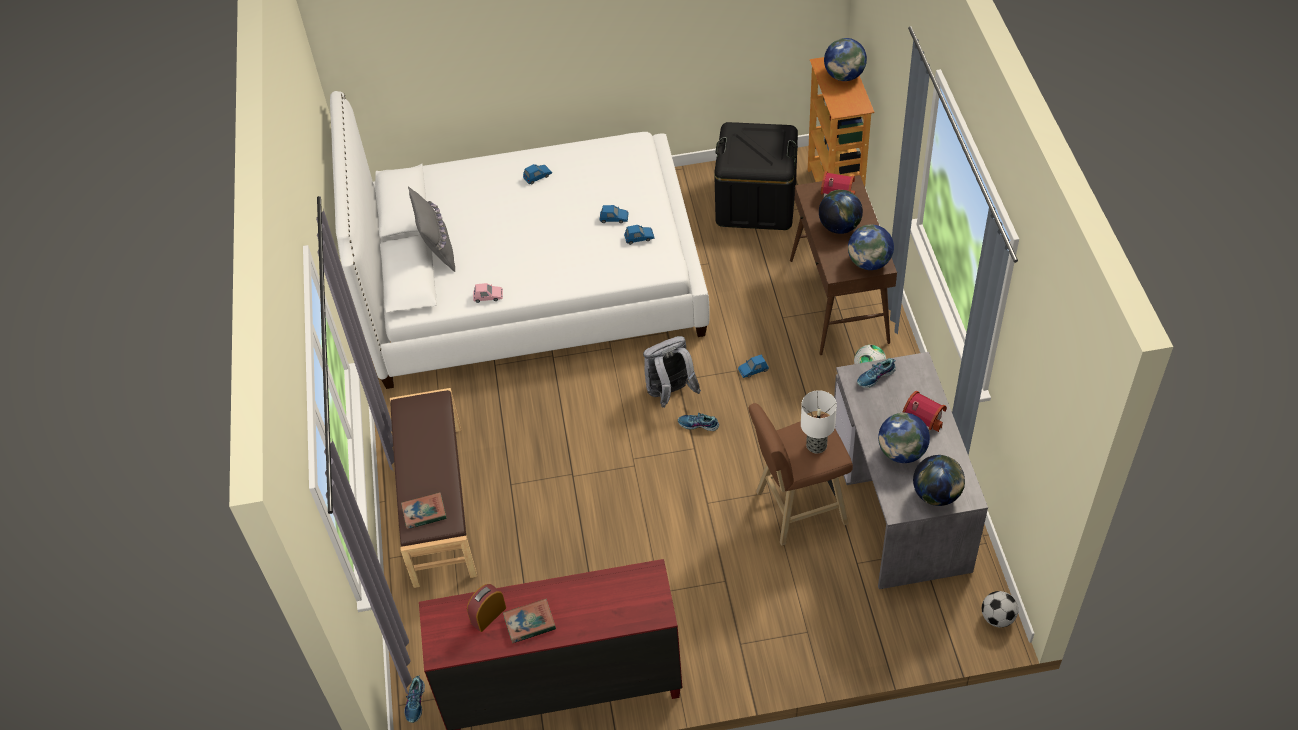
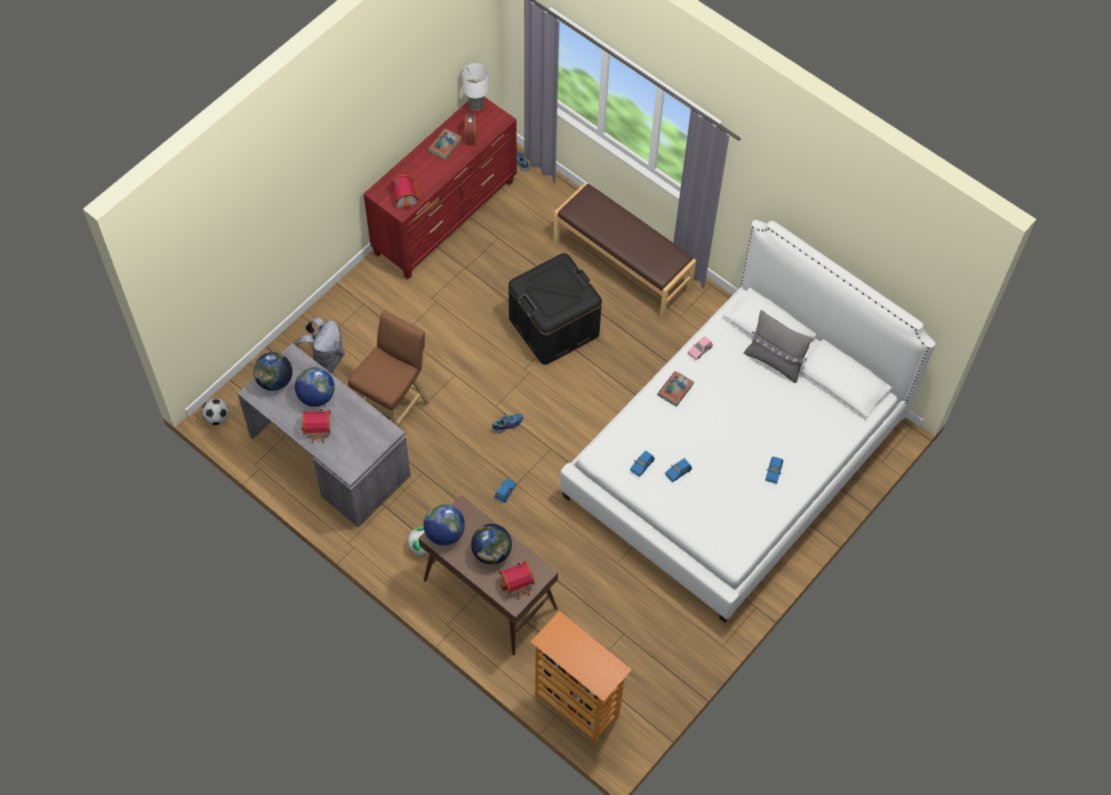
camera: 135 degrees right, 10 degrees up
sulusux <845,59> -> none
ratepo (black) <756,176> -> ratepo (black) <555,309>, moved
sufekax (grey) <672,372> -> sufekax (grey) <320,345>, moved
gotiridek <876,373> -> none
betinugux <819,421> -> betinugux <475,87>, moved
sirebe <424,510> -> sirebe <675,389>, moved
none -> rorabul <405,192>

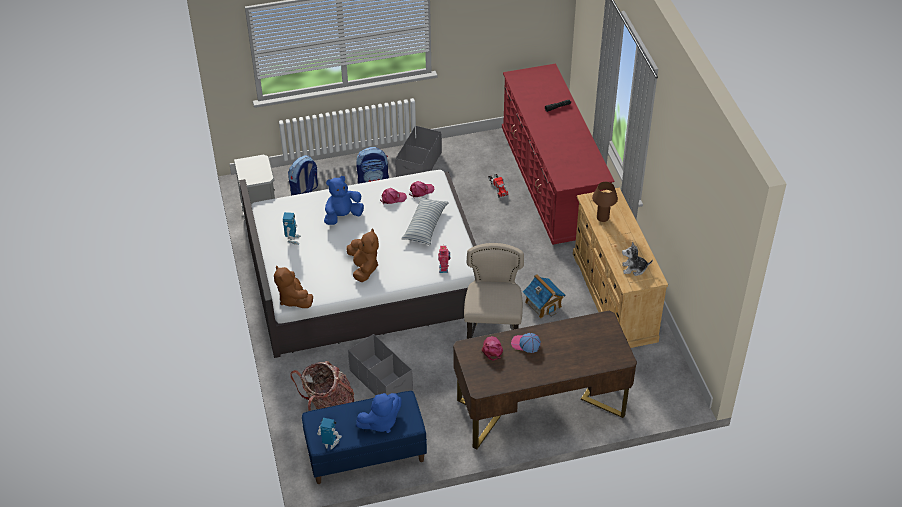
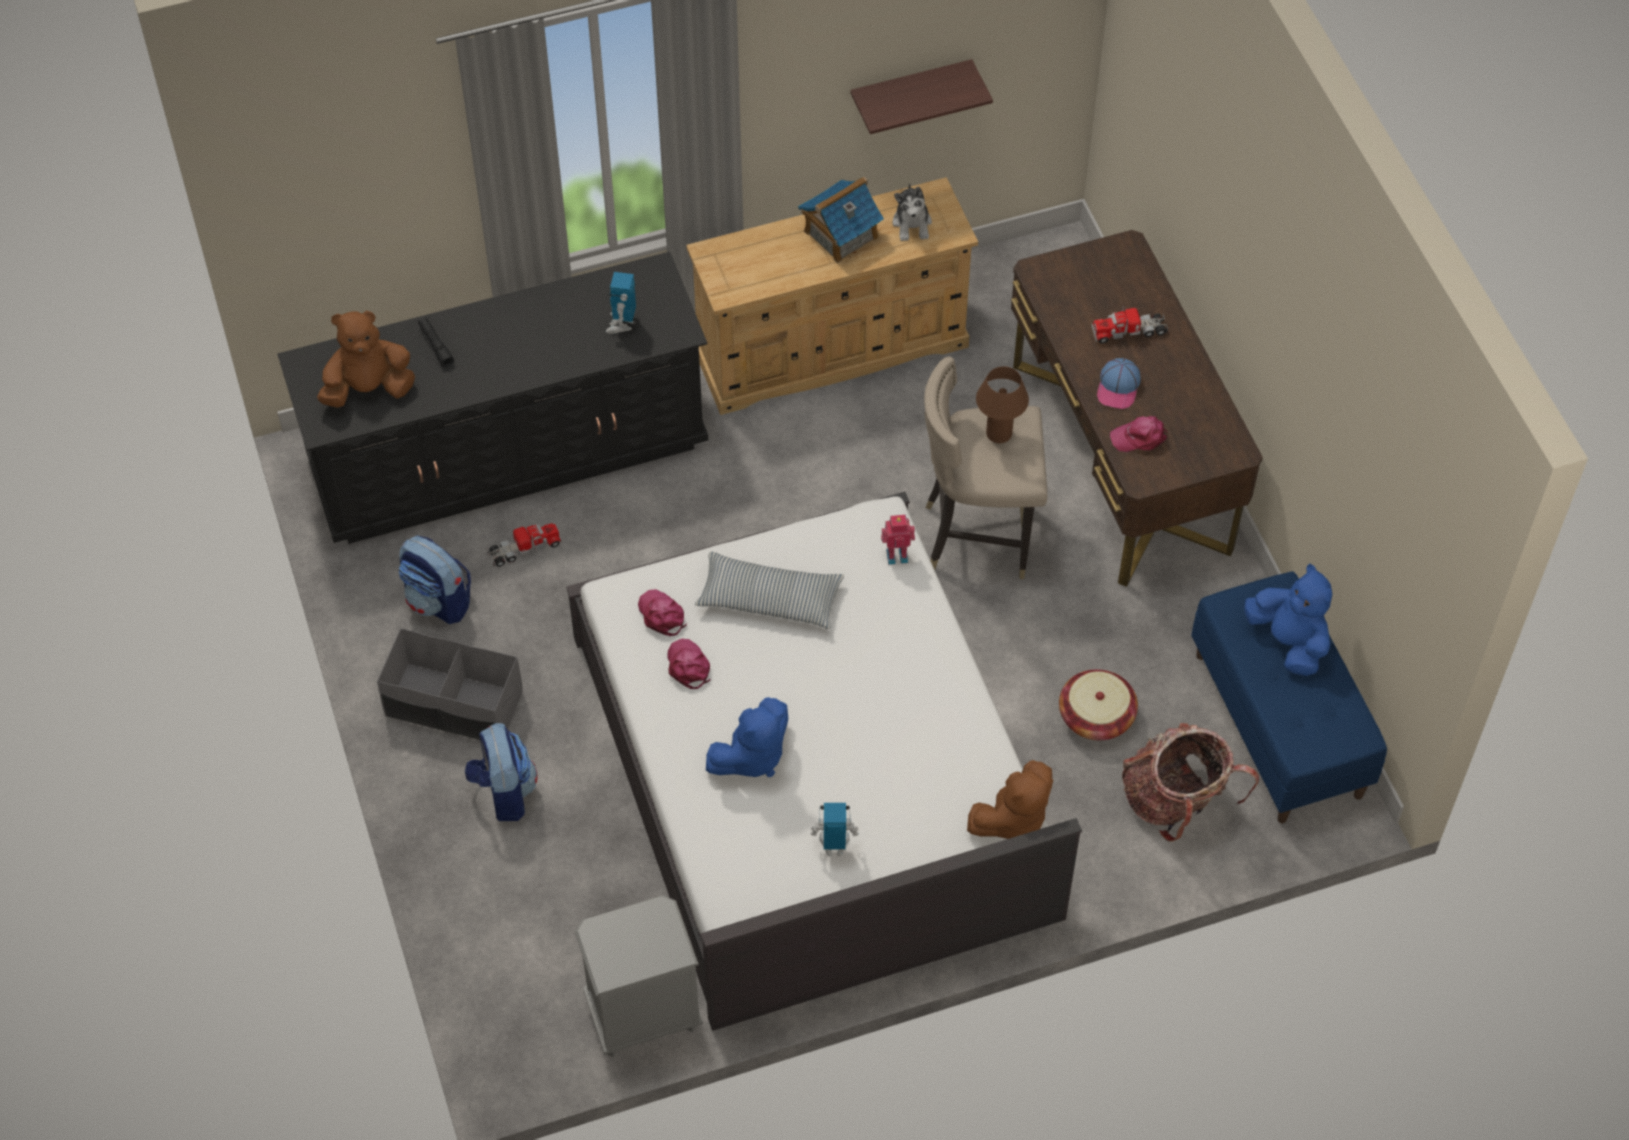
camera: 95 degrees left, 10 degrees up
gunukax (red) <558,154> -> gunukax (black) <492,398>
sufekax <303,175> -> sufekax <435,579>, moved
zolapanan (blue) <344,200> -> zolapanan (blue) <747,737>, 90 degrees counterclockwise
betinugux (brown) <605,202> -> betinugux (brown) <1002,404>, moved
zolapanan (brown) <362,255> -> zolapanan (brown) <366,359>, moved
rorabul <544,296> -> rorabul <841,219>, moved
ratepo (grey) <380,365> -> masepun <1098,704>
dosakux <329,434> -> dosakux <620,303>, moved
none -> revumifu <921,96>
none -> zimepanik <1130,324>

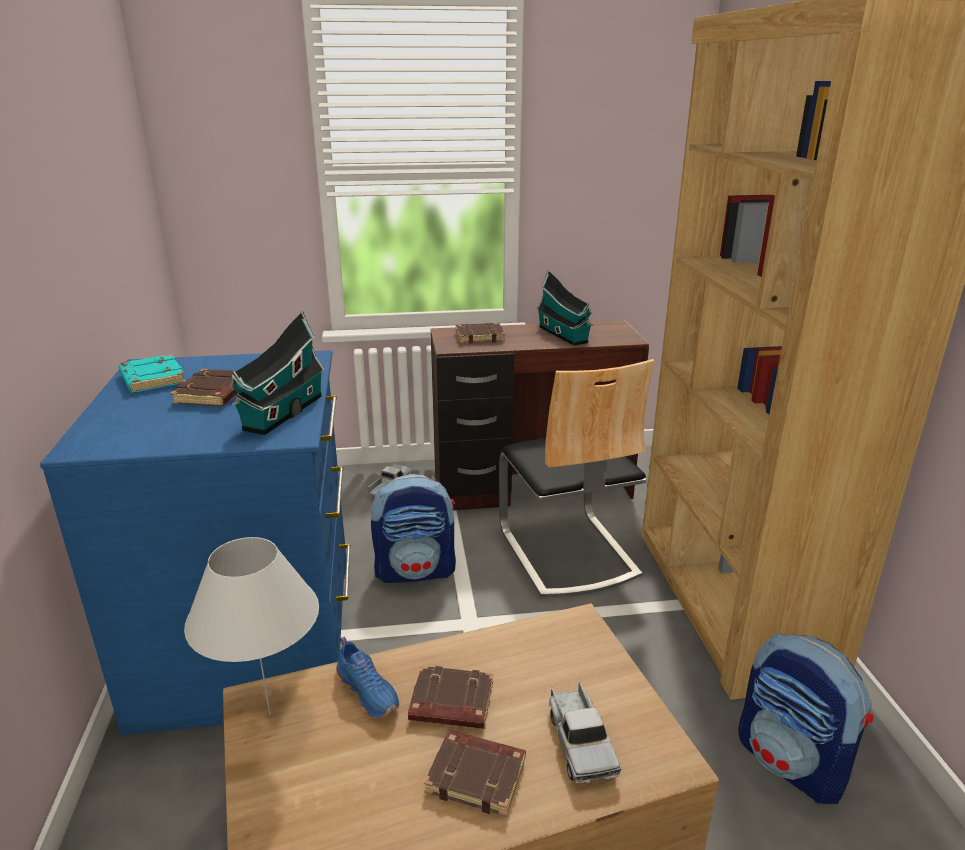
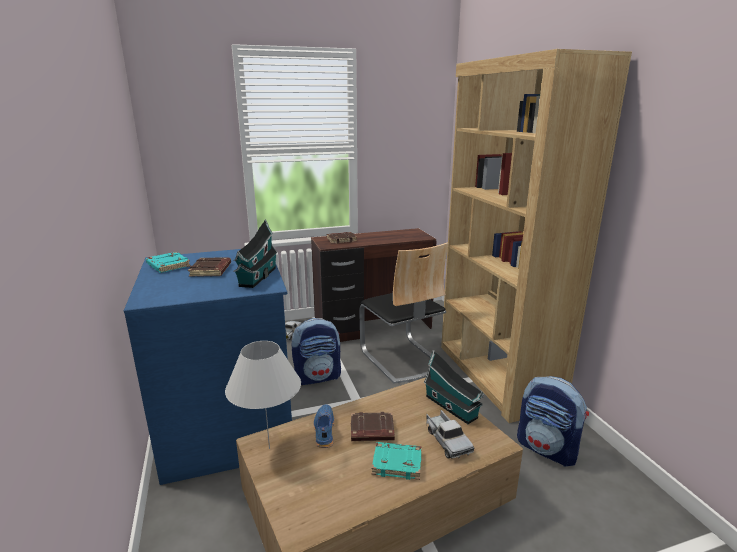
camera: 10 degrees left, 5 degrees down
rorabul <565,308> -> rorabul <454,387>, moved
gotiridek (blue) <367,678> -> gotiridek (blue) <324,426>, 135 degrees counterclockwise
sirebe (brown) <475,773> -> sirebe (turquoise) <396,461>

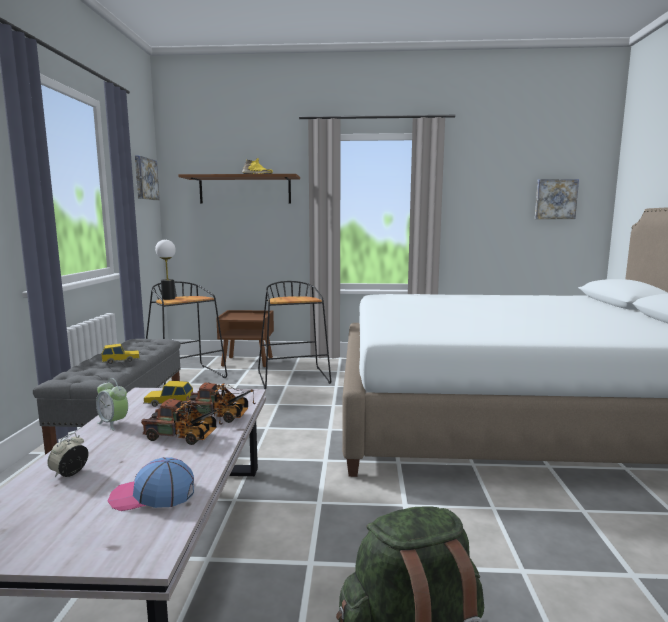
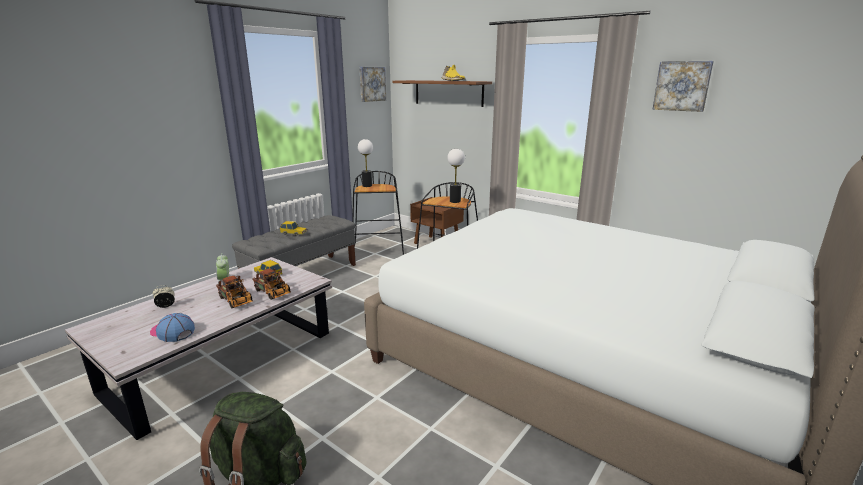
camera: 35 degrees right, 10 degrees up
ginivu <557,199> -> ginivu <683,86>, moved
none -> betinugux <456,176>

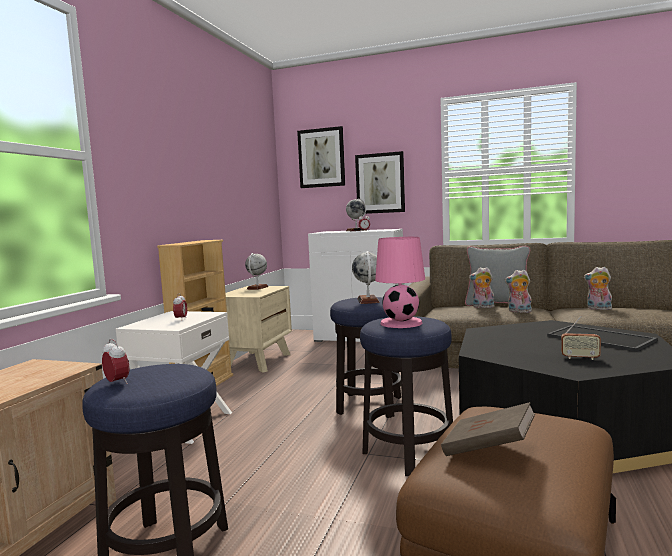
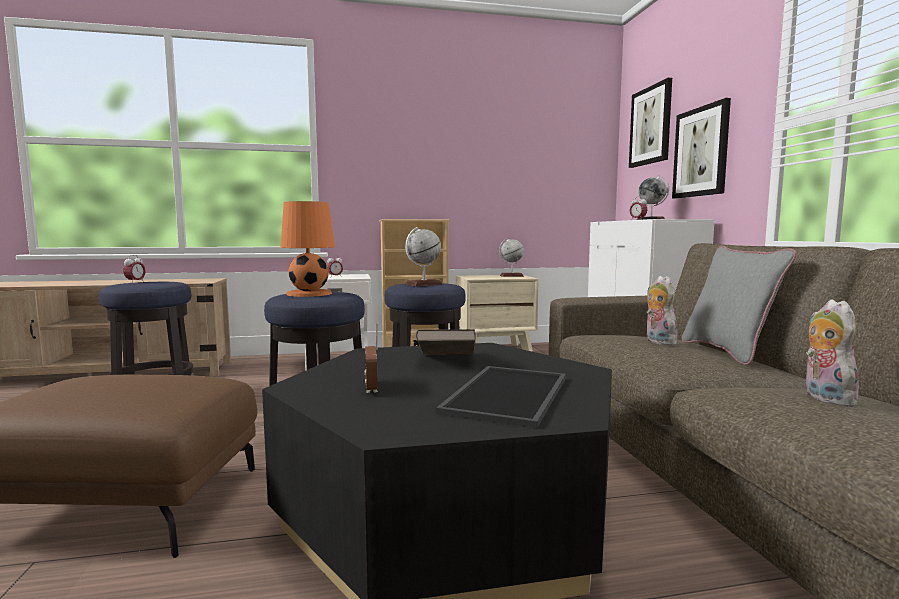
camera: 60 degrees right, 0 degrees up
betinugux (pink) <400,282> -> betinugux (orange) <307,249>
zolapanan <518,291> -> none
sirebe (brown) <488,429> -> sirebe (brown) <445,341>, moved

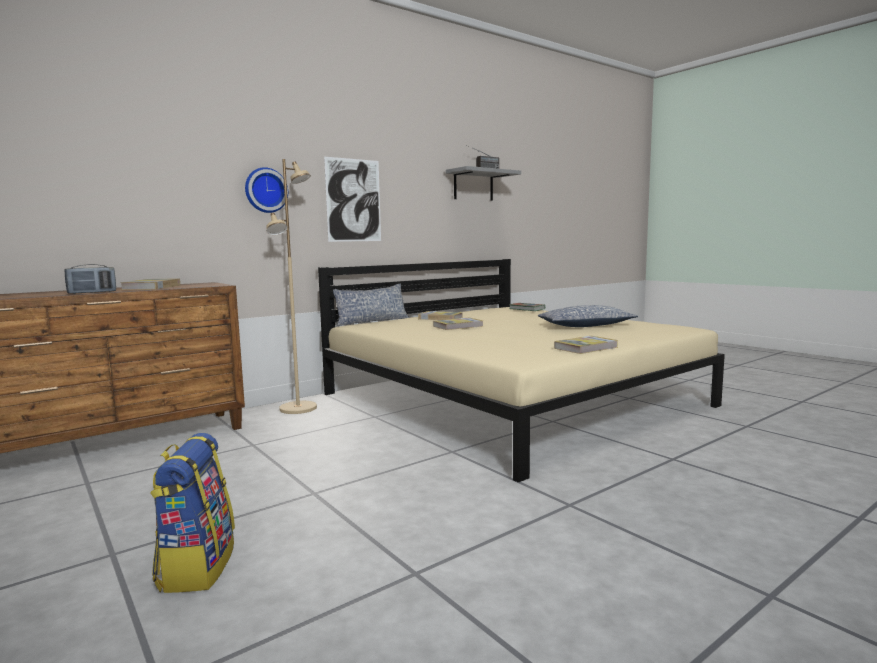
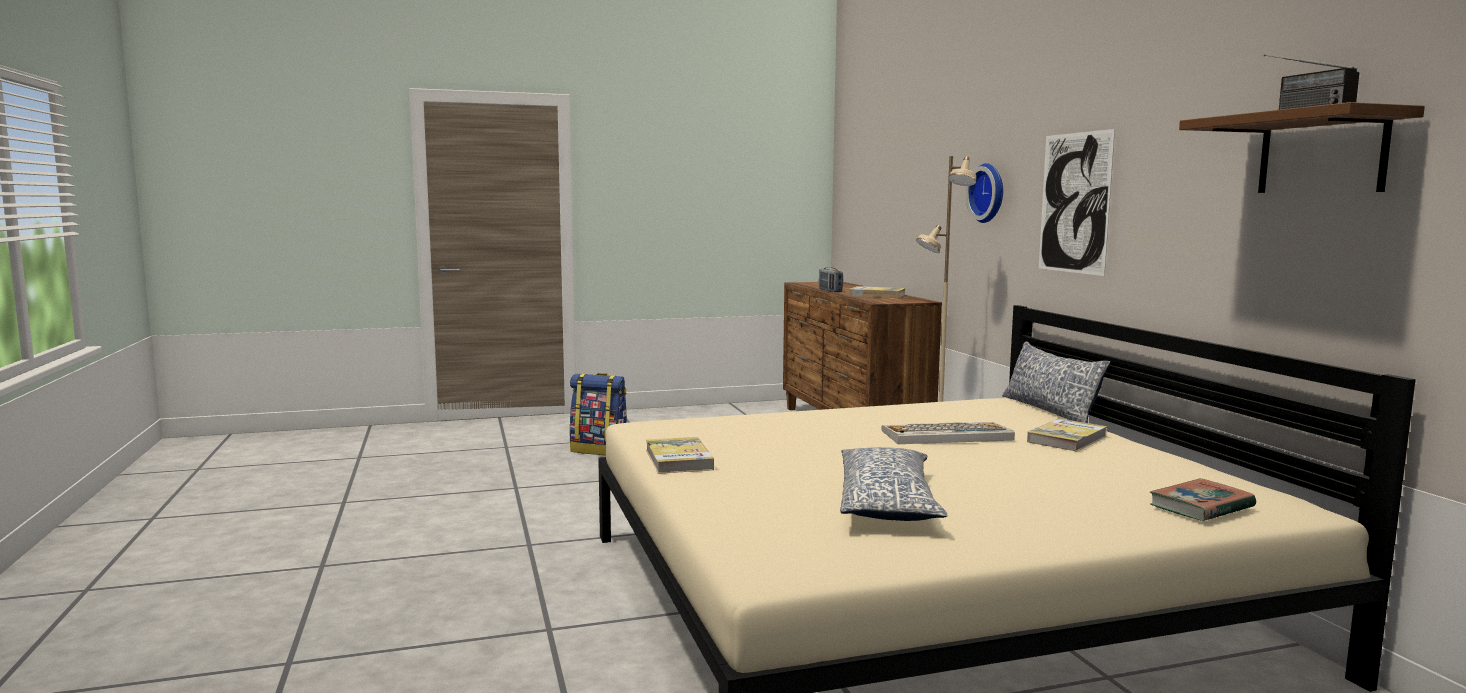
camera: 110 degrees right, 0 degrees up
revumifu (grey) <483,183> -> revumifu (brown) <1302,147>
sirebe <458,324> -> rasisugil <948,433>

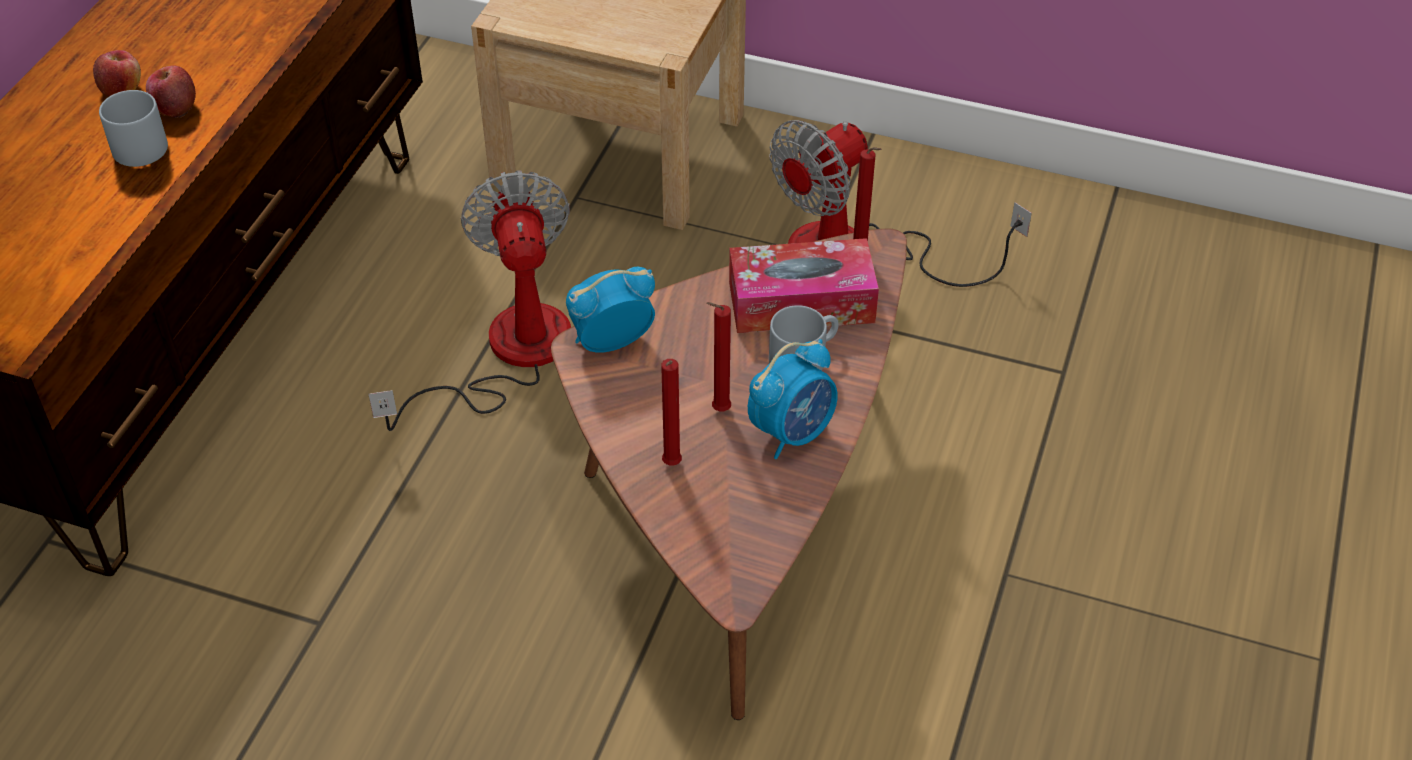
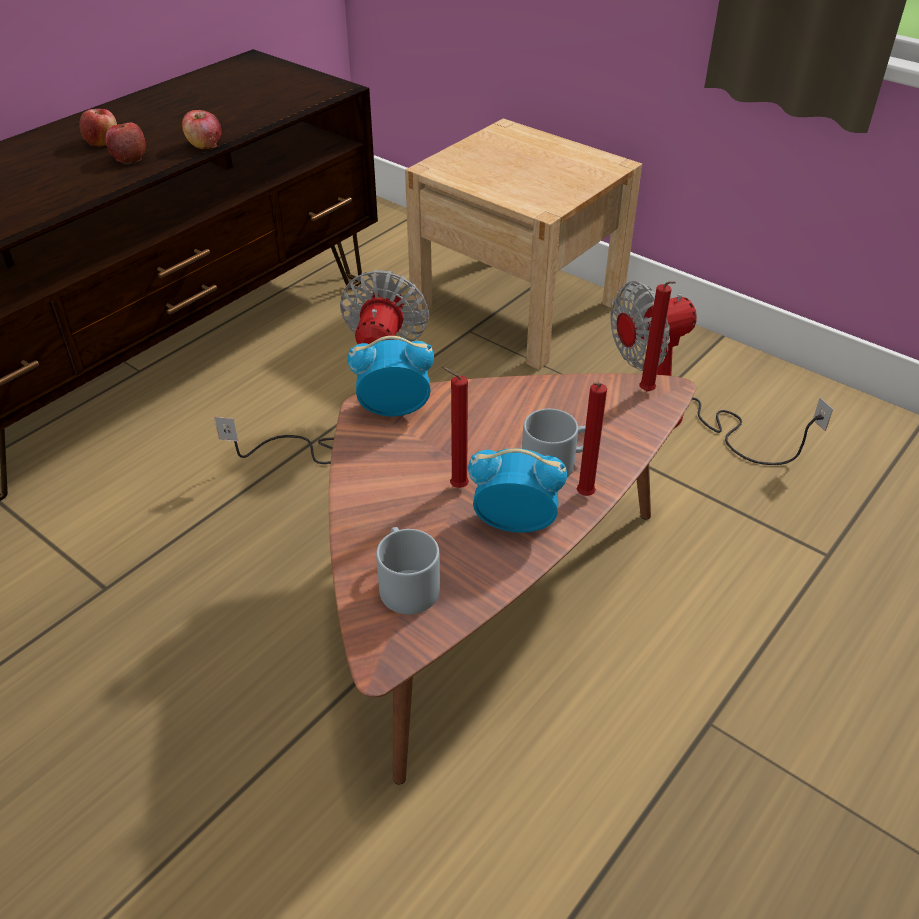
camera: 20 degrees right, 5 degrees down
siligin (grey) <133,128> -> siligin (grey) <408,570>, moved
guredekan <804,285> -> none
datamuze <792,399> -> datamuze <517,490>, 150 degrees counterclockwise
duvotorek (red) <671,412> -> duvotorek (red) <592,439>, moved
none -> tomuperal <202,129>

